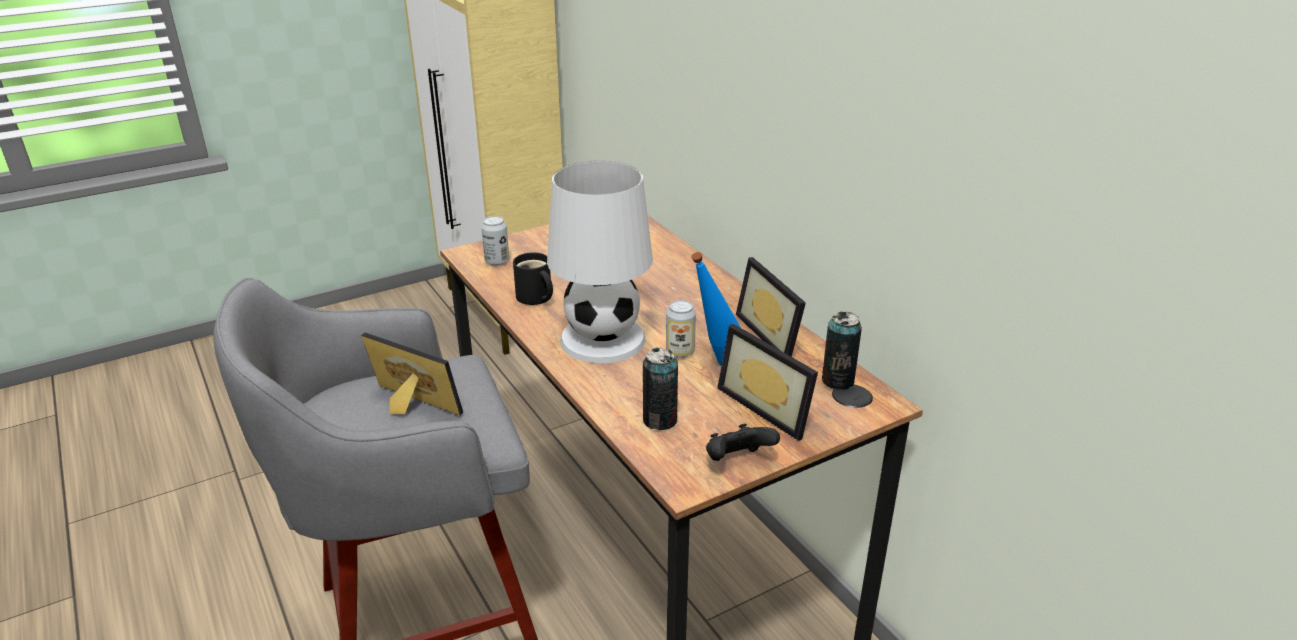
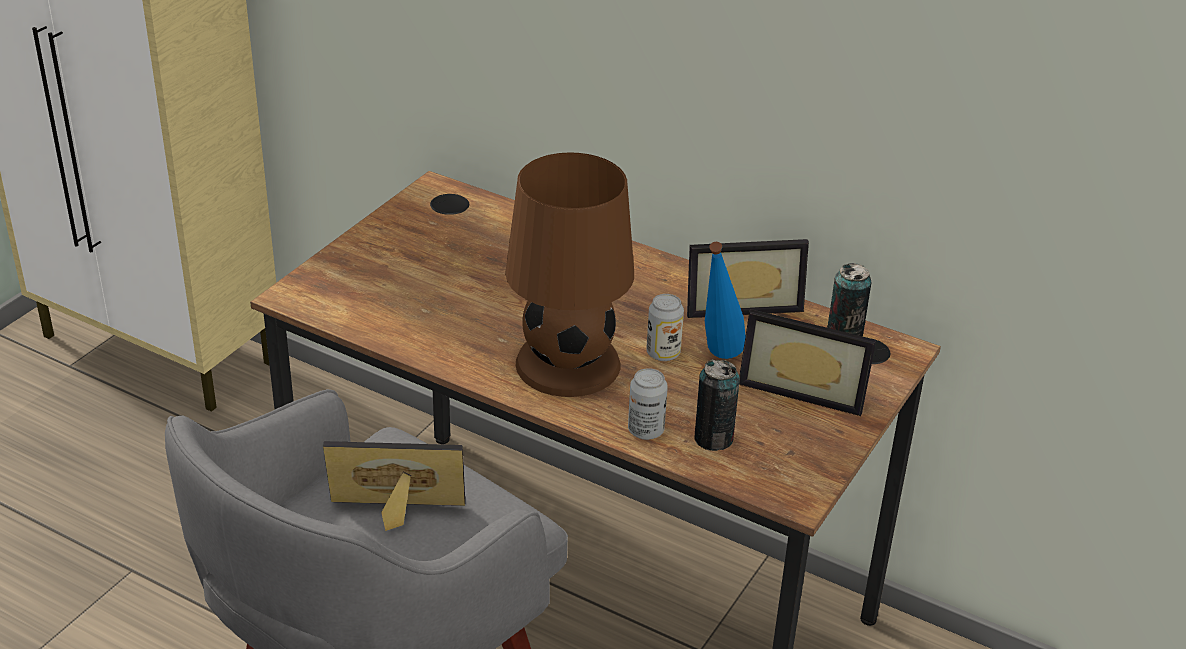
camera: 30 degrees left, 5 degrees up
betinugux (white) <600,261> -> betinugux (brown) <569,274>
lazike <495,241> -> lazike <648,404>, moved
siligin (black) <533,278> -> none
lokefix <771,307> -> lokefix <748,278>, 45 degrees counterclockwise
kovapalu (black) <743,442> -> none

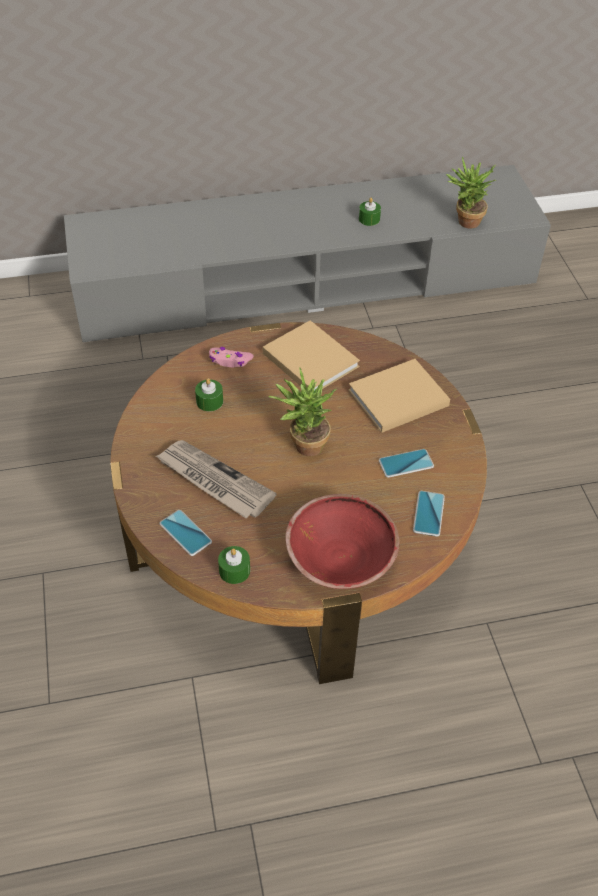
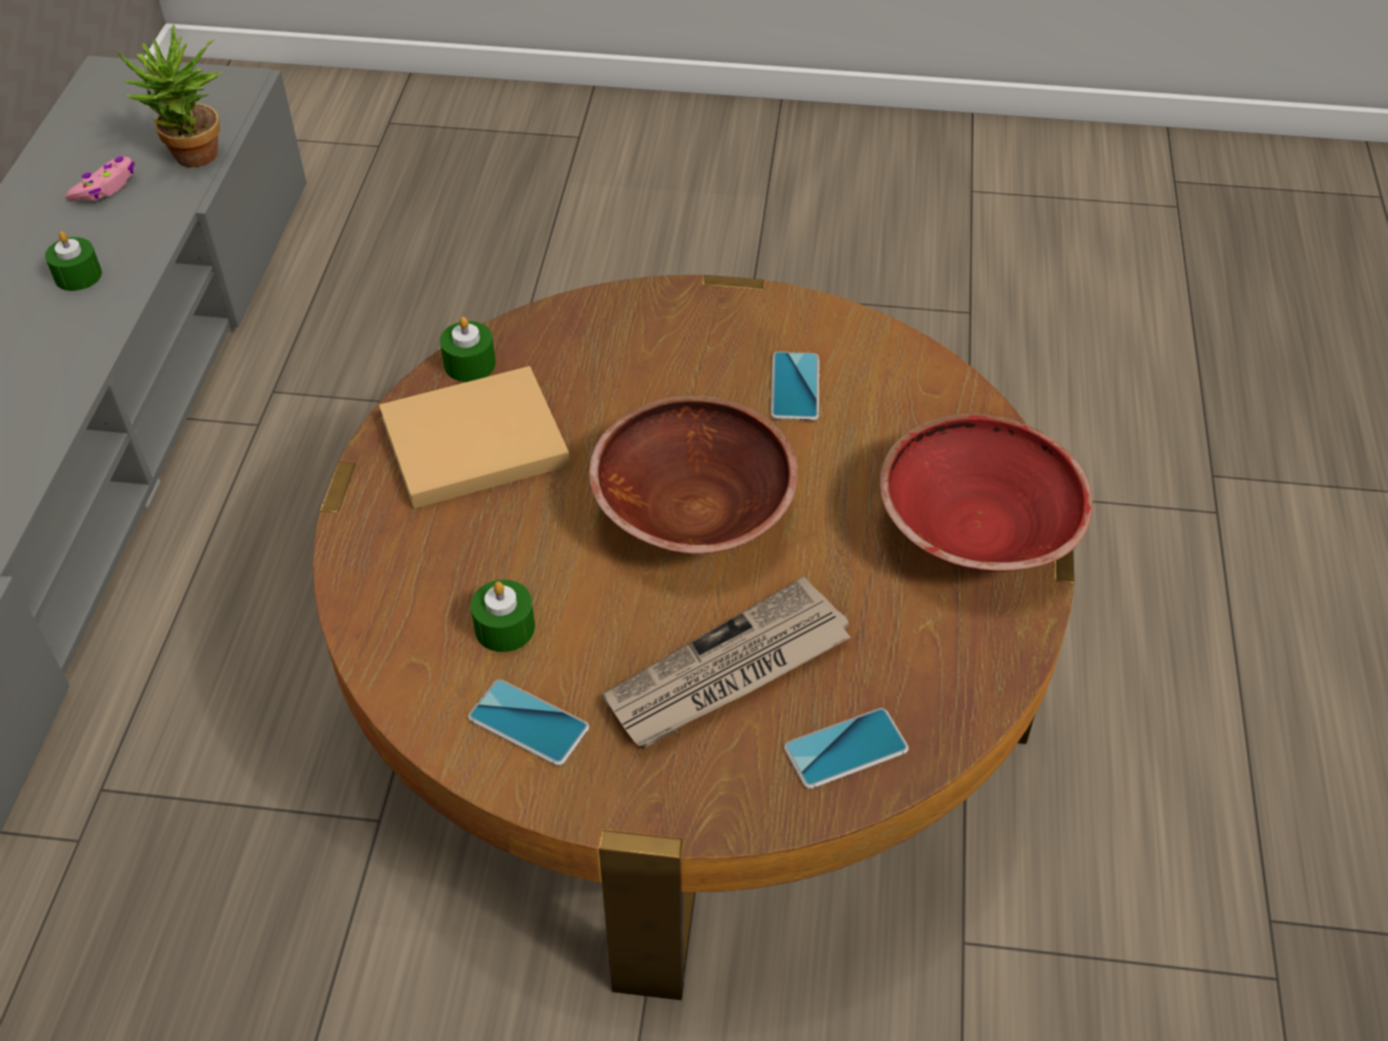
camera: 70 degrees left, 0 degrees up
kovapalu (pink) <231,357> -> kovapalu (pink) <100,179>, moved
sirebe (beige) <399,396> -> none
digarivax <302,412> -> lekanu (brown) <693,474>
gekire <429,514> -> gekire <528,723>, moved
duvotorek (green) <234,565> -> duvotorek (green) <468,349>, moved

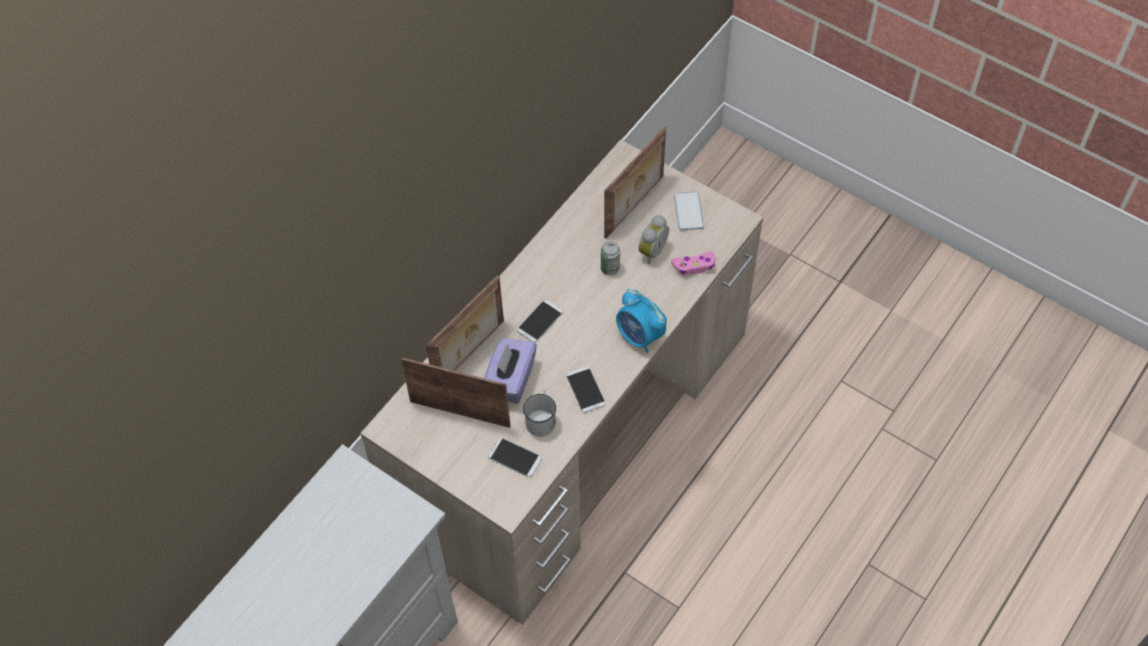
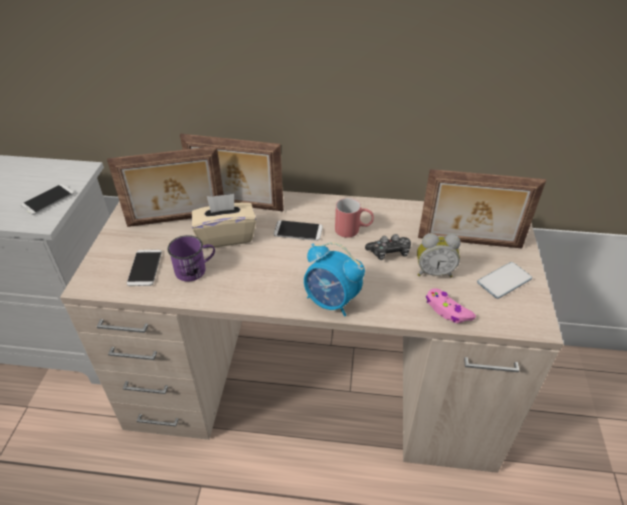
camera: 60 degrees right, 15 degrees down
lazike <610,258> -> kovapalu <388,247>
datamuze <641,321> -> datamuze <334,279>, 75 degrees counterclockwise
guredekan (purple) <510,371> -> guredekan (beige) <224,221>
lokefix <456,393> -> lokefix <165,186>, 90 degrees clockwise
gekire <586,389> -> gekire <47,199>, moved
siligin (white) <539,413> -> siligin (purple) <191,258>
none -> siligin (red) <354,218>

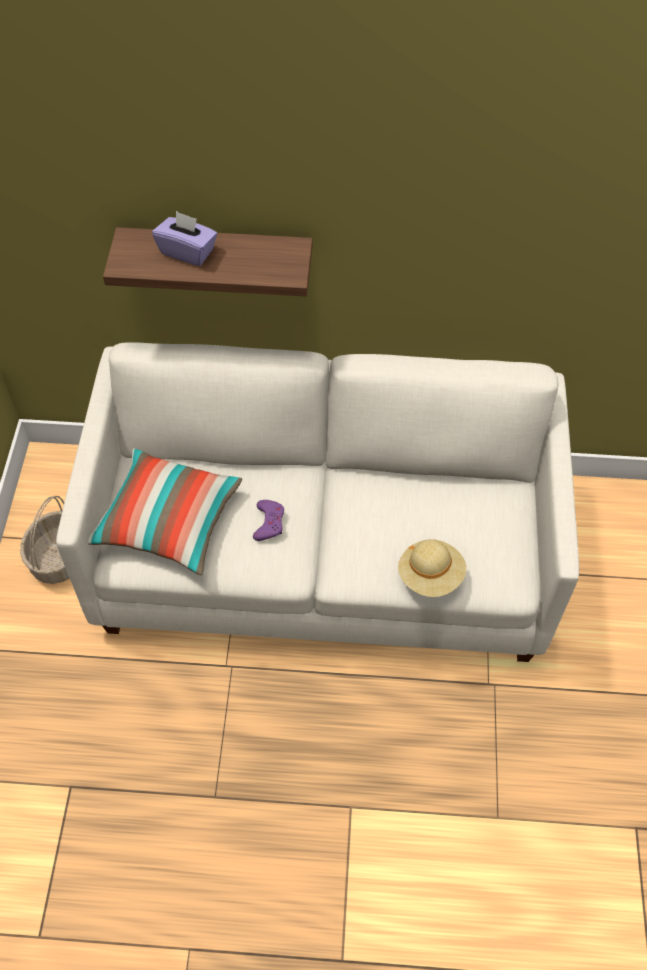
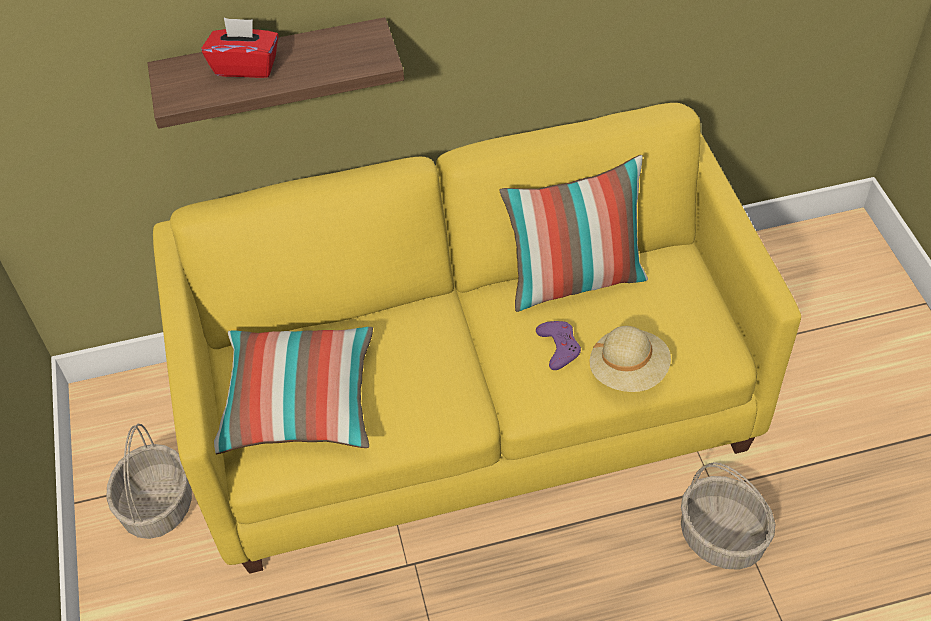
camera: 15 degrees left, 5 degrees down
guredekan (purple) <184,238> -> guredekan (red) <240,48>
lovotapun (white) <317,502> -> lovotapun (yellow) <477,338>
kovapalu (purple) <268,520> -> kovapalu (purple) <558,345>, moved
none -> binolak <573,233>
none -> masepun <728,516>

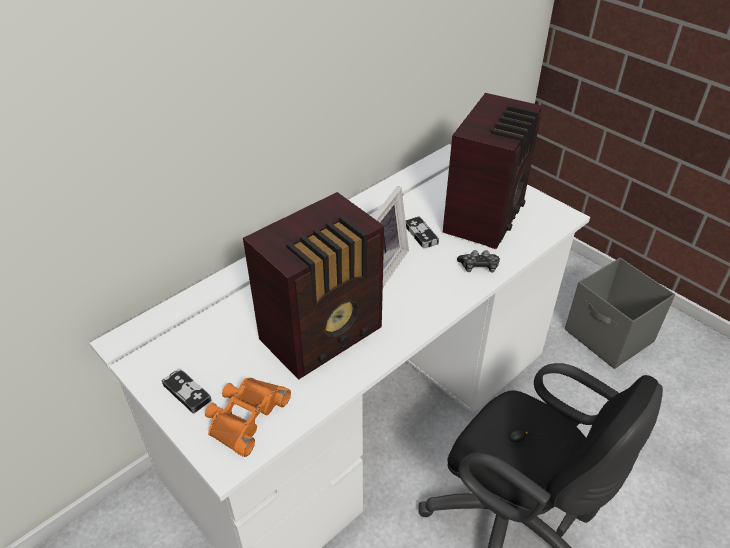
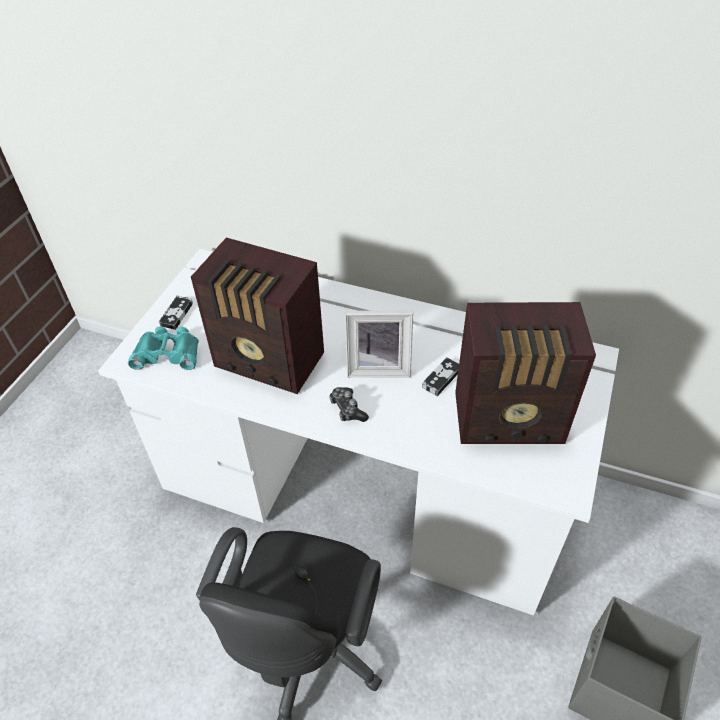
camera: 65 degrees right, 5 degrees up
kovapalu <478,261> -> kovapalu <349,404>, moved
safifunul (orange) <248,417> -> safifunul (turquoise) <163,348>

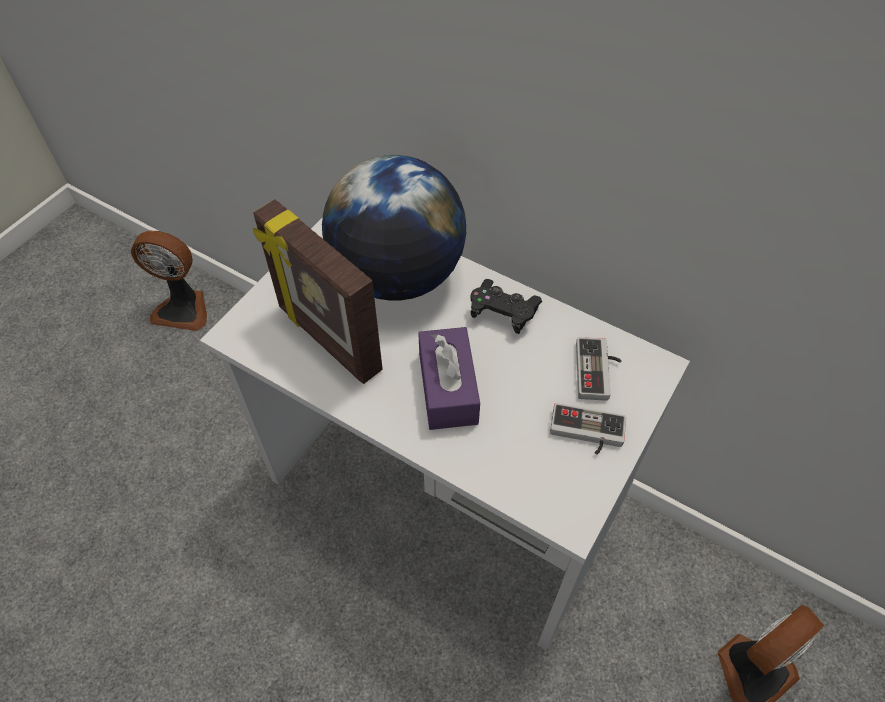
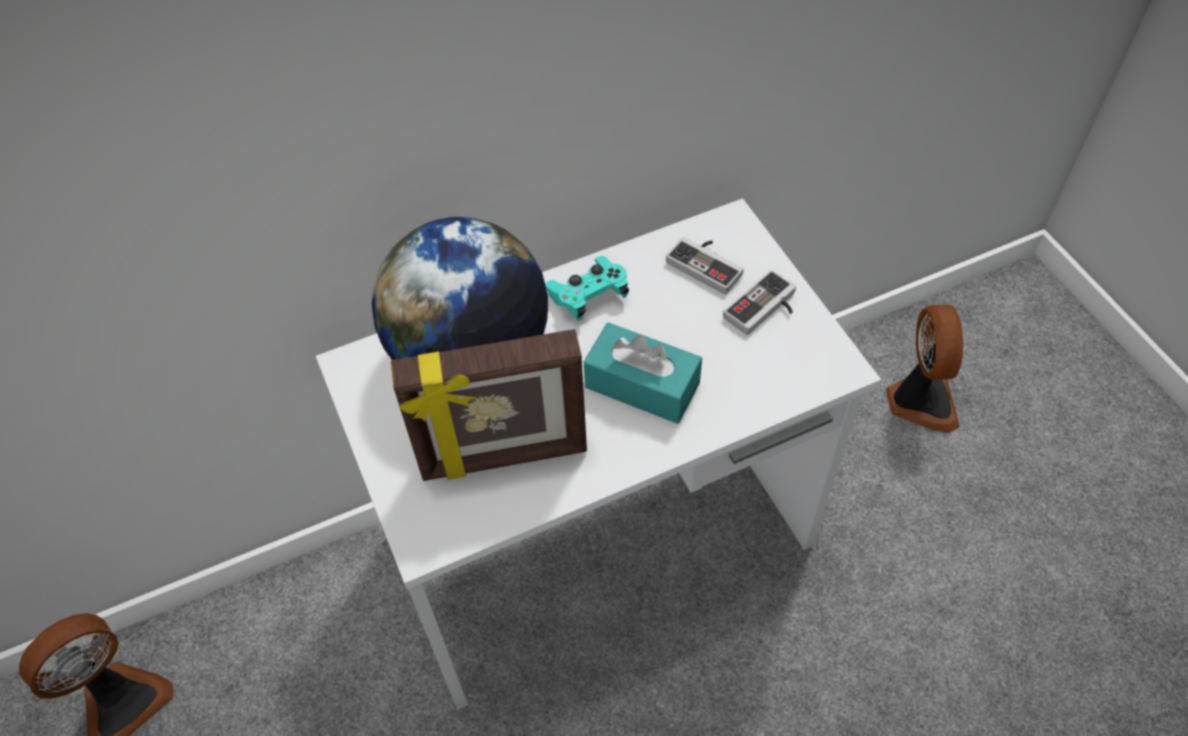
camera: 55 degrees left, 0 degrees up
kovapalu (black) <506,306> -> kovapalu (turquoise) <587,288>
guredekan (purple) <449,378> -> guredekan (turquoise) <643,373>

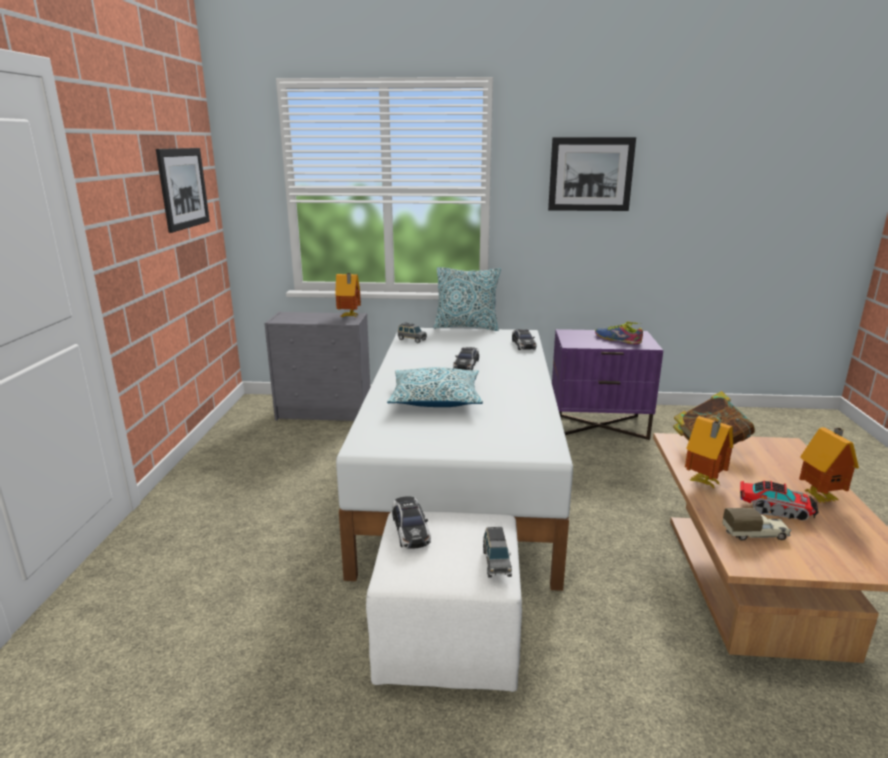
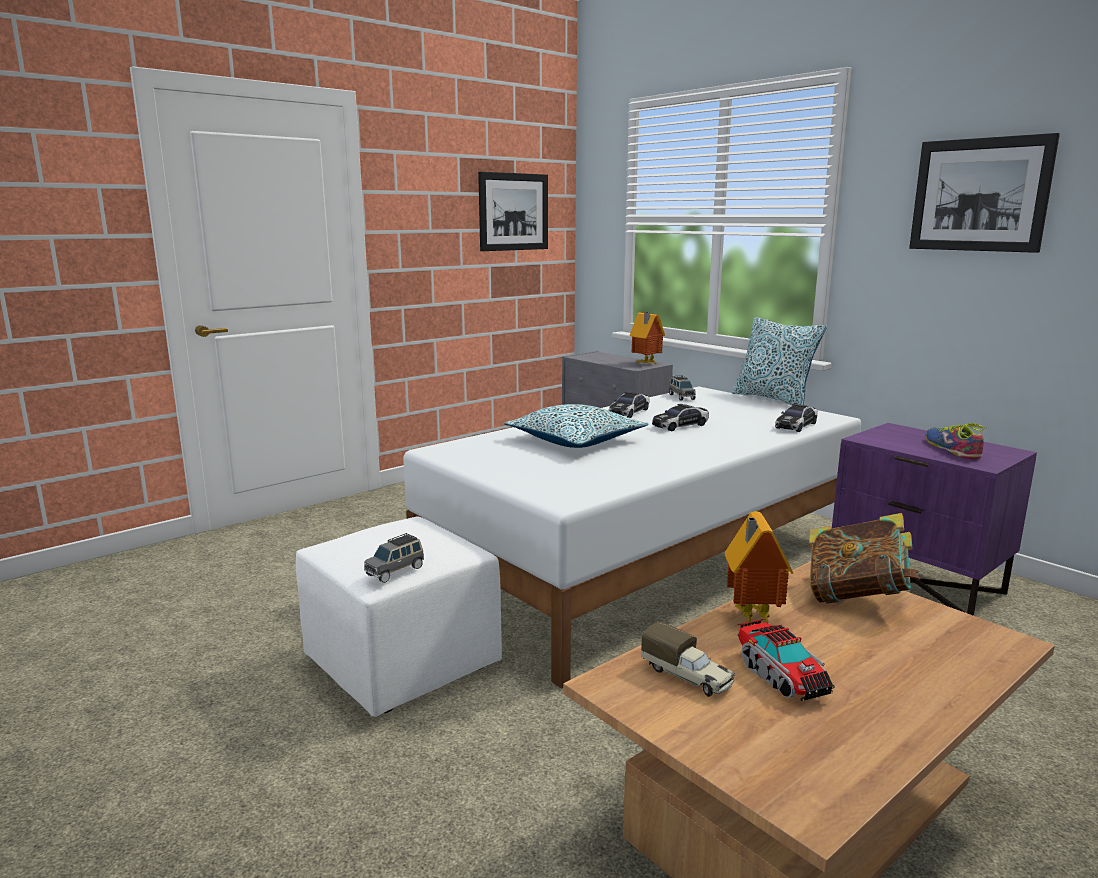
camera: 45 degrees right, 5 degrees down
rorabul <829,465> -> none
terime <411,522> -> terime <629,405>, moved

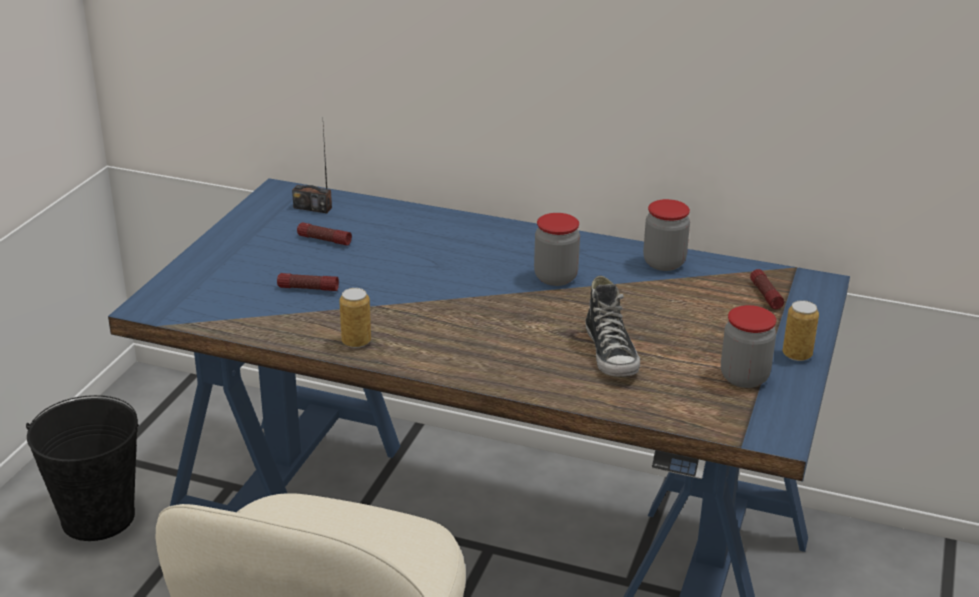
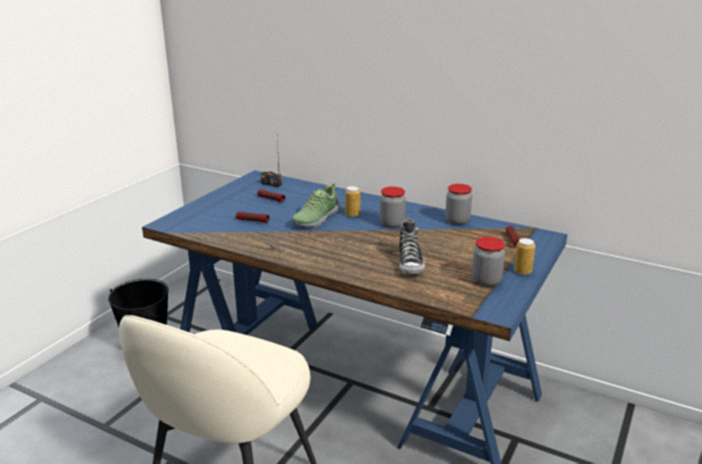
camera: 10 degrees right, 5 degrees down
lazike <355,318> -> lazike <352,201>, moved
none -> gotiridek <315,205>

